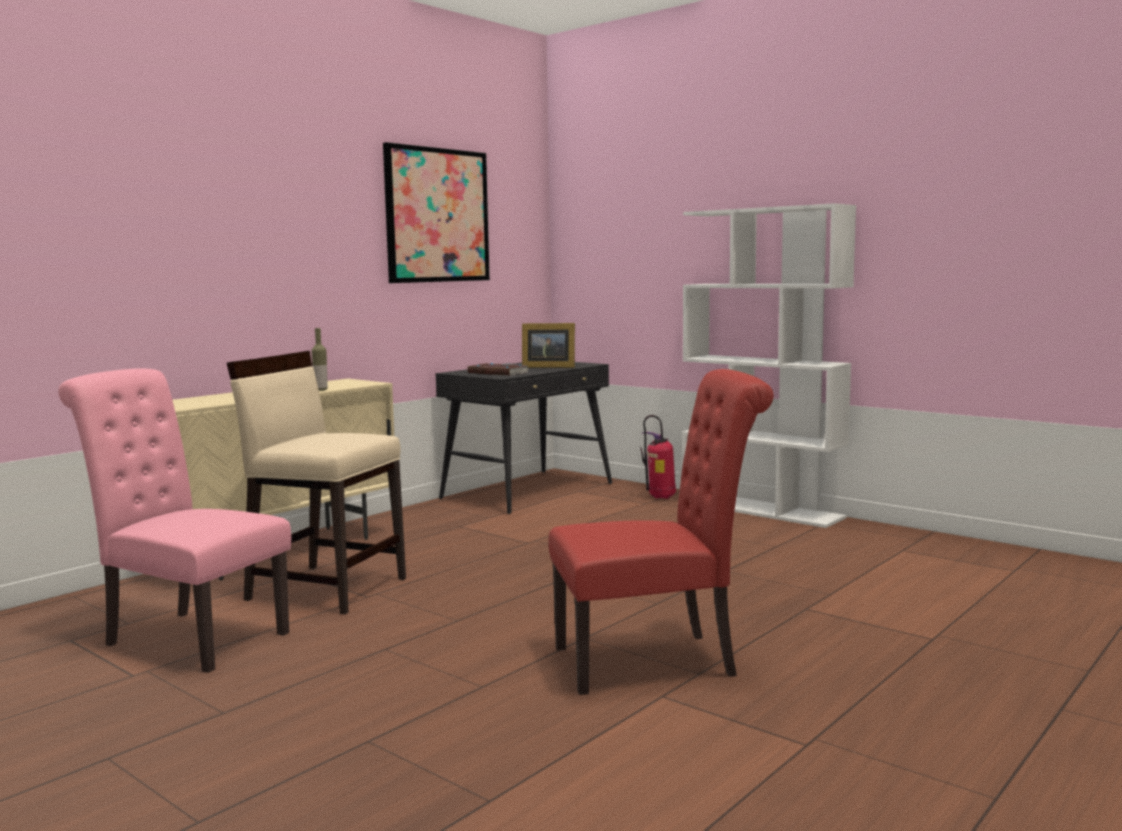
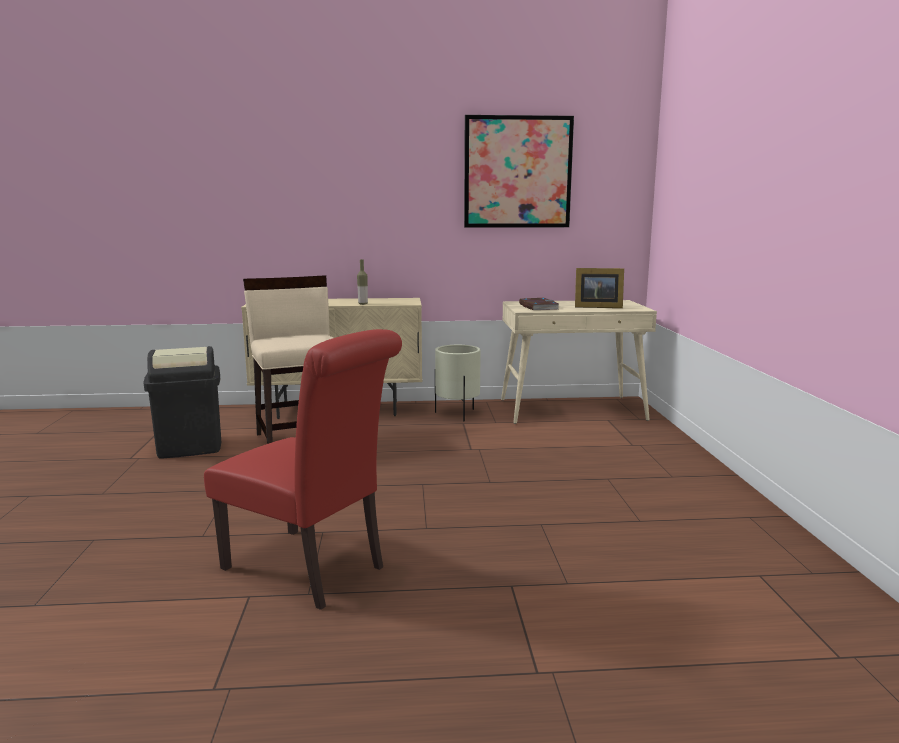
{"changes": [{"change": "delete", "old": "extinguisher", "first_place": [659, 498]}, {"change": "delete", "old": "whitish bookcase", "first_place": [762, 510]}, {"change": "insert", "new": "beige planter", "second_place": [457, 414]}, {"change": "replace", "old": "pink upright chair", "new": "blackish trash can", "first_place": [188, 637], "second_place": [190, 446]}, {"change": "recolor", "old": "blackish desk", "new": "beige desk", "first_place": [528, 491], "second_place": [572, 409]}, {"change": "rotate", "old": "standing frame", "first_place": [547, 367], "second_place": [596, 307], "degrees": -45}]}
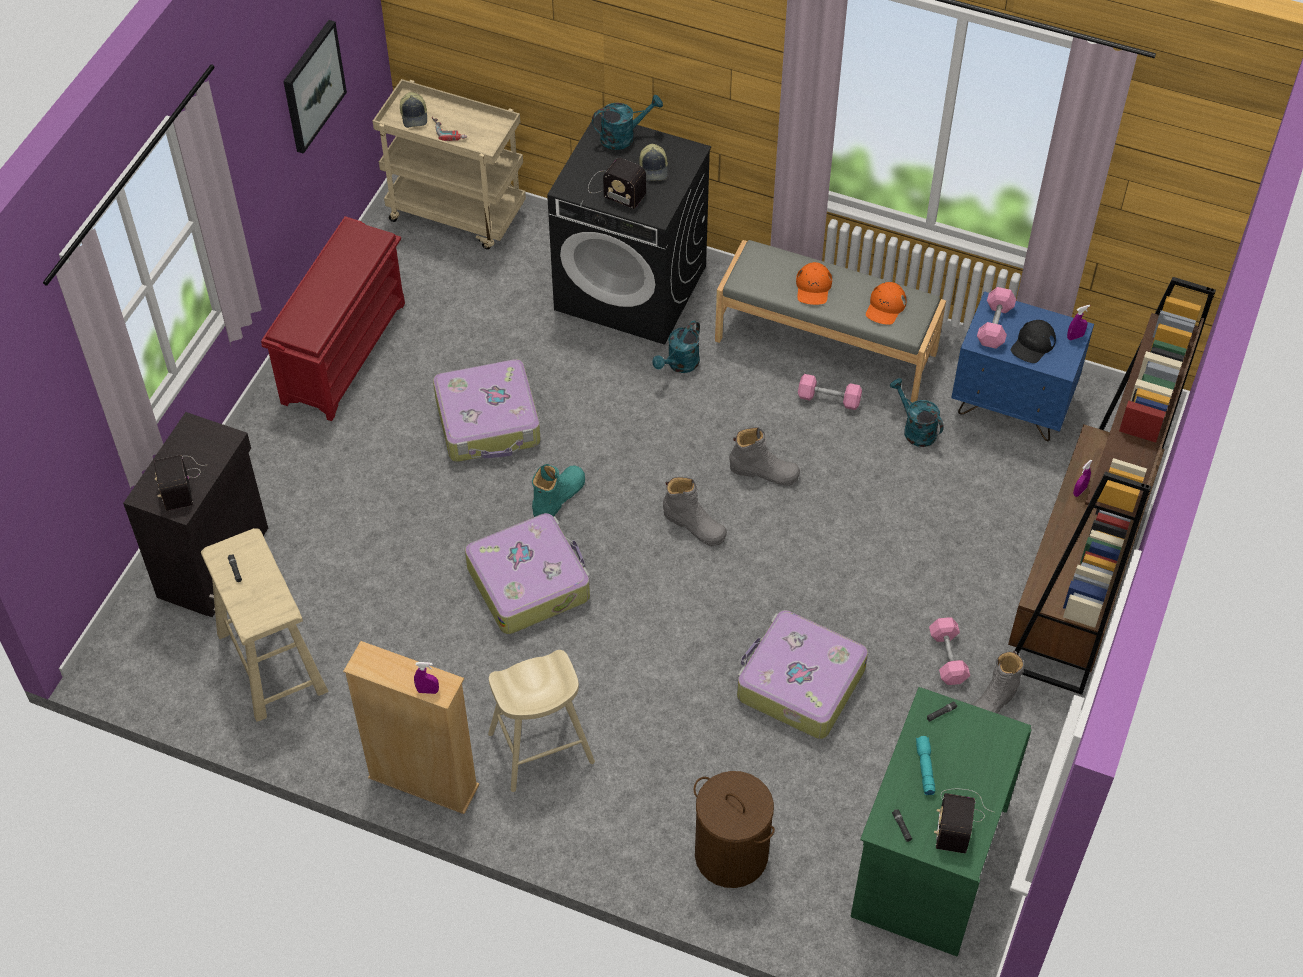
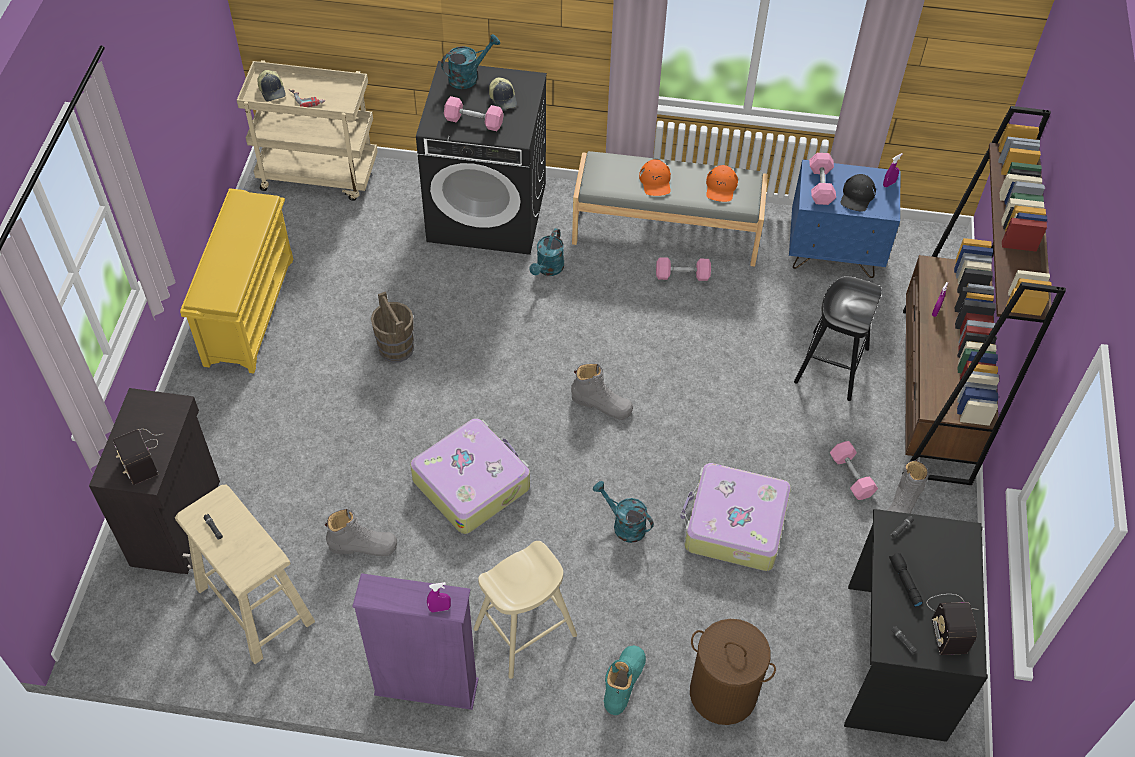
{"changes": [{"change": "delete", "old": "picture", "first_place": [312, 86]}, {"change": "insert", "new": "blackish stool", "second_place": [831, 365]}, {"change": "move", "old": "turquoise boot", "first_place": [558, 497], "second_place": [623, 682]}, {"change": "move", "old": "grey boot", "first_place": [764, 471], "second_place": [363, 545]}, {"change": "move", "old": "turquoise watering pot", "first_place": [915, 429], "second_place": [624, 525]}, {"change": "replace", "old": "travel case", "new": "brown-coloured pail", "first_place": [489, 422], "second_place": [396, 348]}, {"change": "replace", "old": "radio set", "new": "pink hand weight", "first_place": [614, 188], "second_place": [474, 121]}, {"change": "recolor", "old": "red shoe shelf", "new": "yellow shoe shelf", "first_place": [343, 351], "second_place": [249, 310]}, {"change": "recolor", "old": "beige bookcase", "new": "purplish bookcase", "first_place": [423, 782], "second_place": [426, 687]}, {"change": "recolor", "old": "greenish desk", "new": "blackish desk", "first_place": [928, 861], "second_place": [893, 660]}, {"change": "recolor", "old": "turquoise hand torch", "new": "blackish hand torch", "first_place": [924, 768], "second_place": [904, 582]}]}
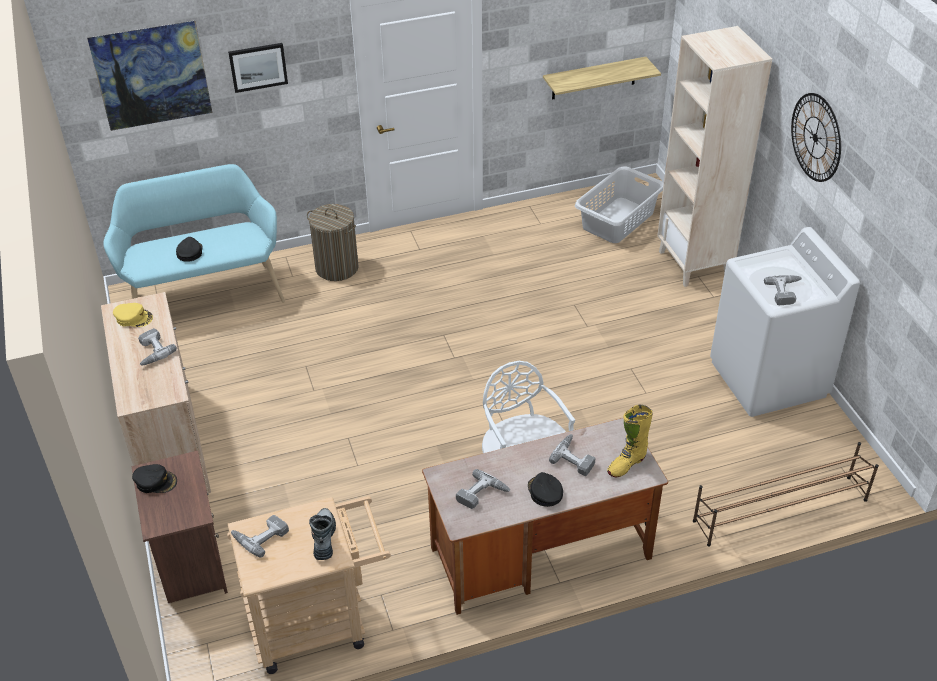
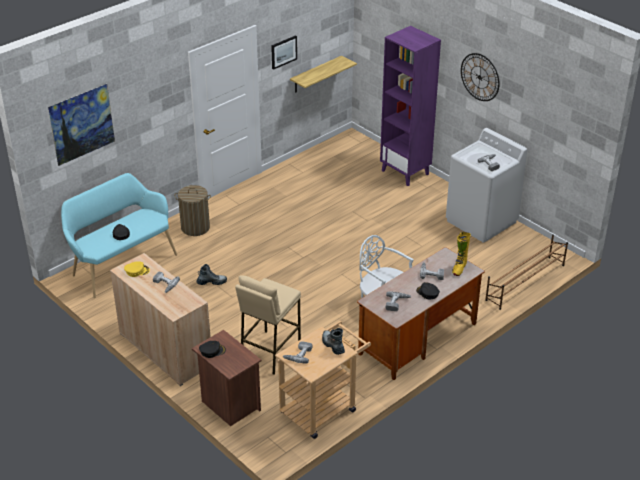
{"changes": [{"change": "delete", "old": "grey hamper", "first_place": [618, 220]}, {"change": "insert", "new": "boot", "second_place": [211, 282]}, {"change": "insert", "new": "beige stool", "second_place": [269, 352]}, {"change": "move", "old": "picture", "first_place": [258, 67], "second_place": [283, 52]}, {"change": "recolor", "old": "beige bookcase", "new": "purplish bookcase", "first_place": [694, 264], "second_place": [405, 172]}]}
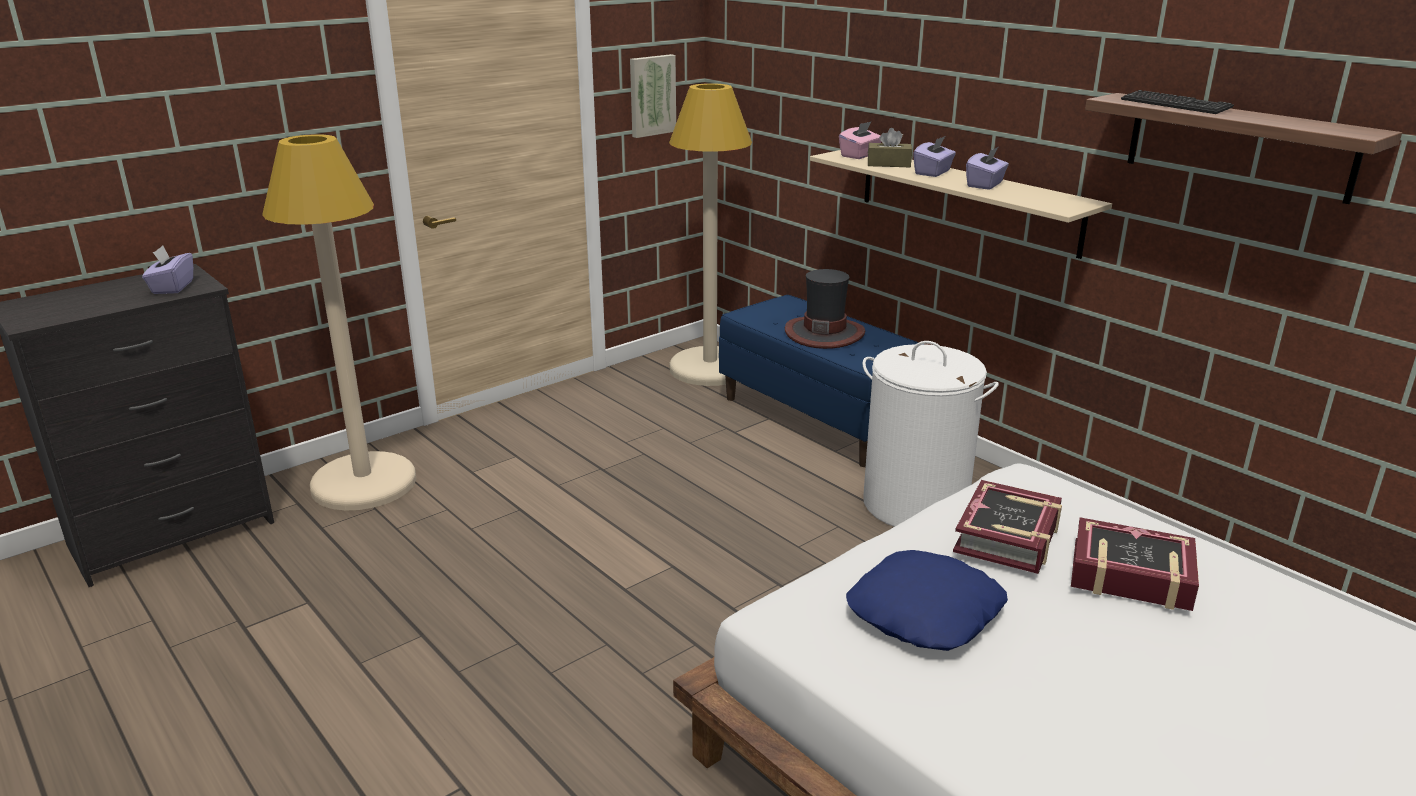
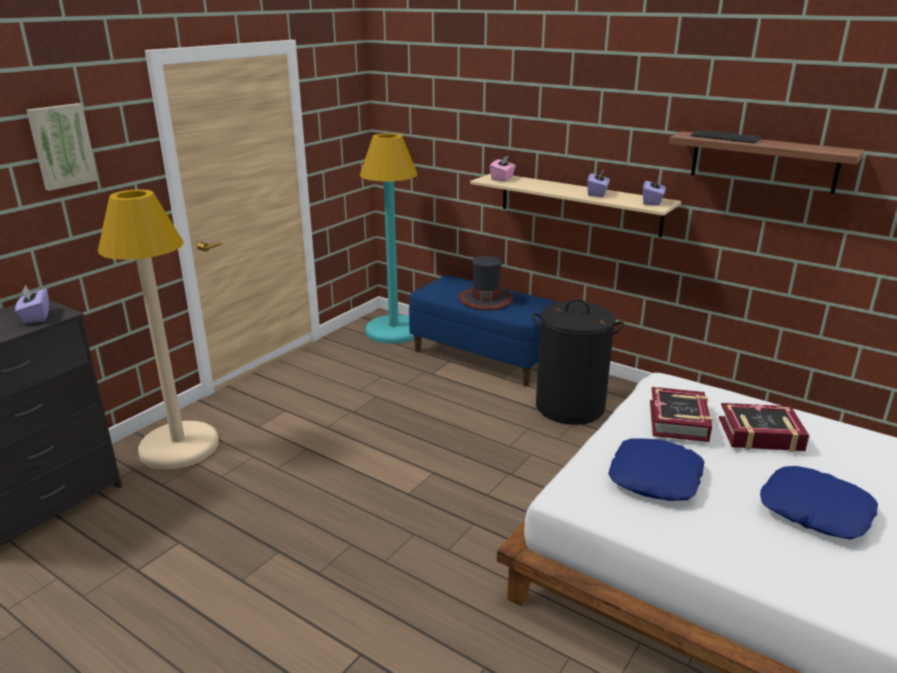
{"changes": [{"change": "delete", "old": "brown-coloured tissue holder", "first_place": [888, 164]}, {"change": "insert", "new": "blue-coloured cushion", "second_place": [814, 511]}, {"change": "move", "old": "picture", "first_place": [651, 95], "second_place": [61, 146]}, {"change": "move", "old": "purplish tissue holder", "first_place": [933, 172], "second_place": [652, 202]}, {"change": "recolor", "old": "beige floor lamp", "new": "turquoise floor lamp", "first_place": [710, 368], "second_place": [394, 331]}, {"change": "recolor", "old": "whitish hamper", "new": "blackish hamper", "first_place": [915, 504], "second_place": [570, 406]}]}
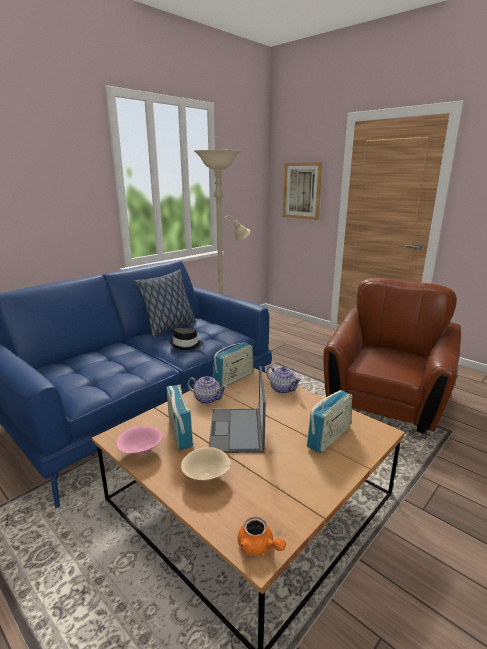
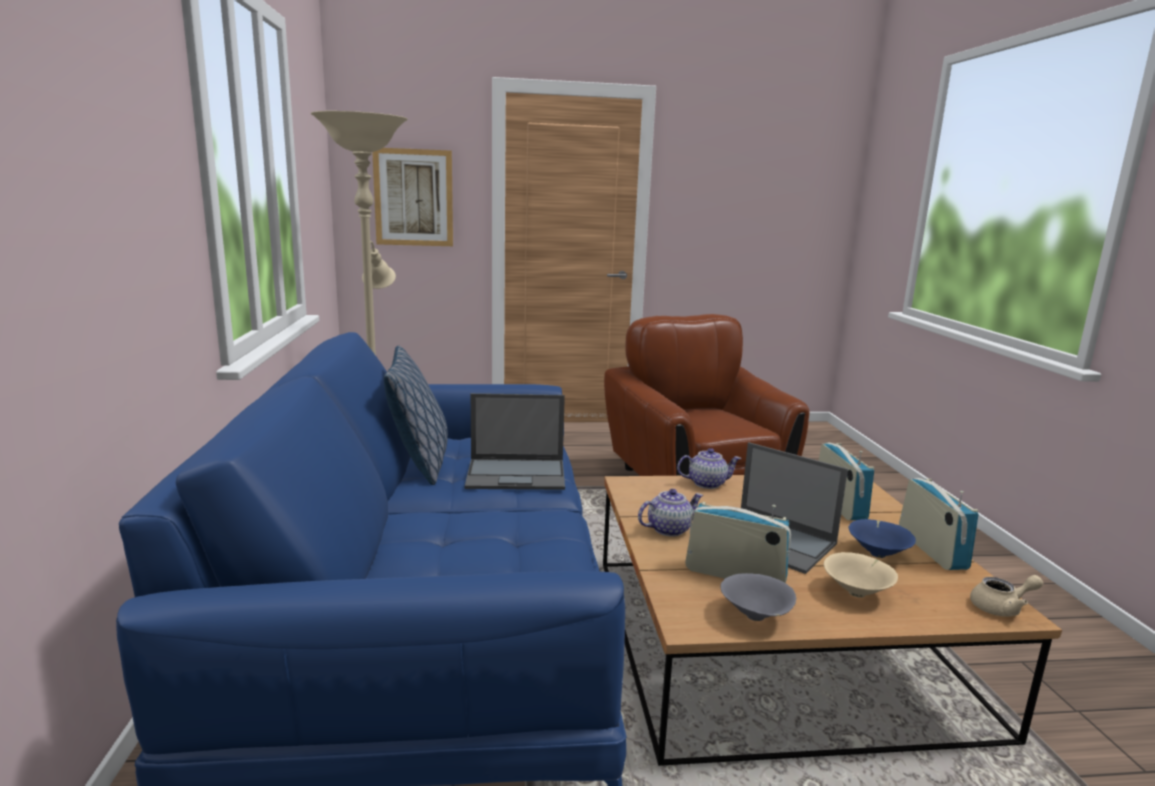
{"changes": [{"change": "insert", "new": "blue-coloured bowl", "second_place": [878, 553]}, {"change": "move", "old": "radio set", "first_place": [234, 378], "second_place": [931, 549]}, {"change": "replace", "old": "blackish clothing hat", "new": "laptop", "first_place": [186, 345], "second_place": [517, 474]}, {"change": "recolor", "old": "pink bowl", "new": "grey bowl", "first_place": [140, 452], "second_place": [756, 617]}, {"change": "recolor", "old": "orange-coloured pot for tea", "new": "beige pot for tea", "first_place": [259, 546], "second_place": [1001, 608]}]}
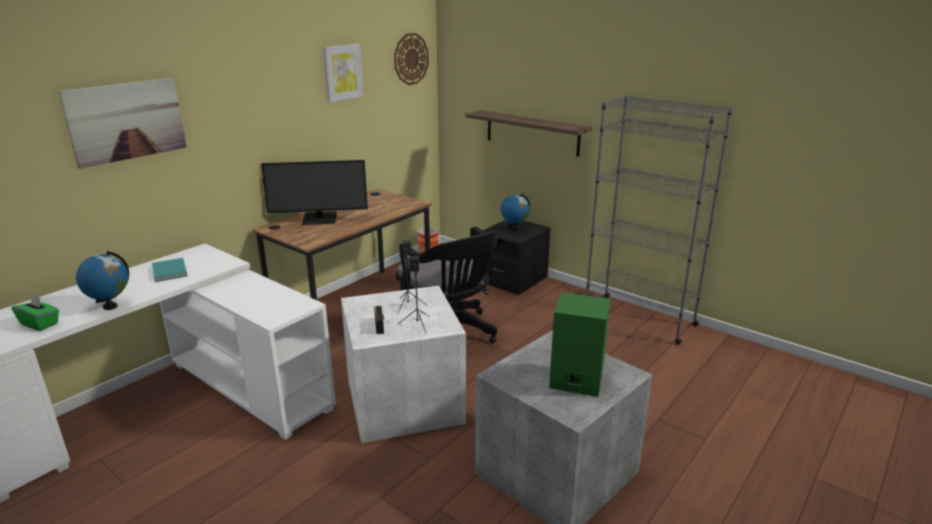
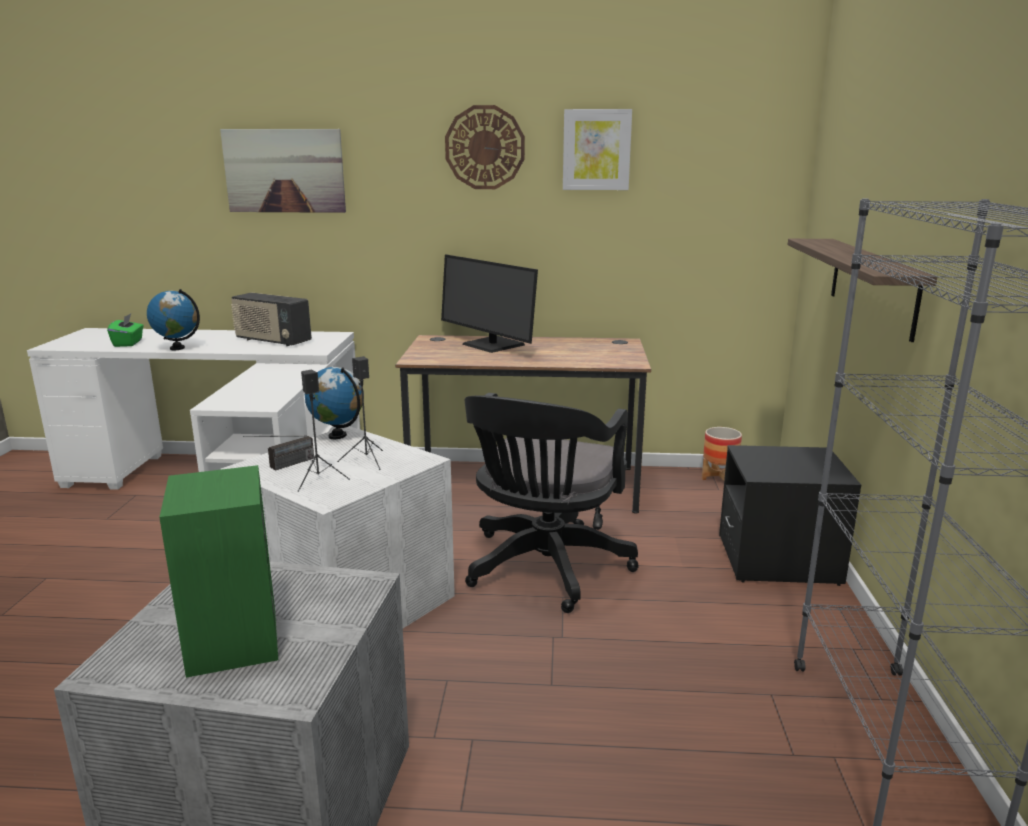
{"changes": [{"change": "move", "old": "wall clock", "first_place": [411, 59], "second_place": [485, 147]}, {"change": "move", "old": "world globe", "first_place": [514, 229], "second_place": [338, 436]}, {"change": "replace", "old": "turquoise volume", "new": "radio set", "first_place": [170, 271], "second_place": [272, 341]}]}
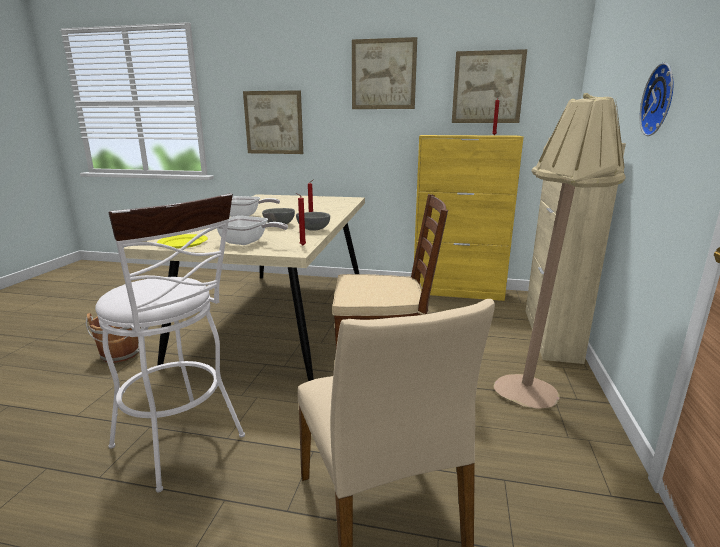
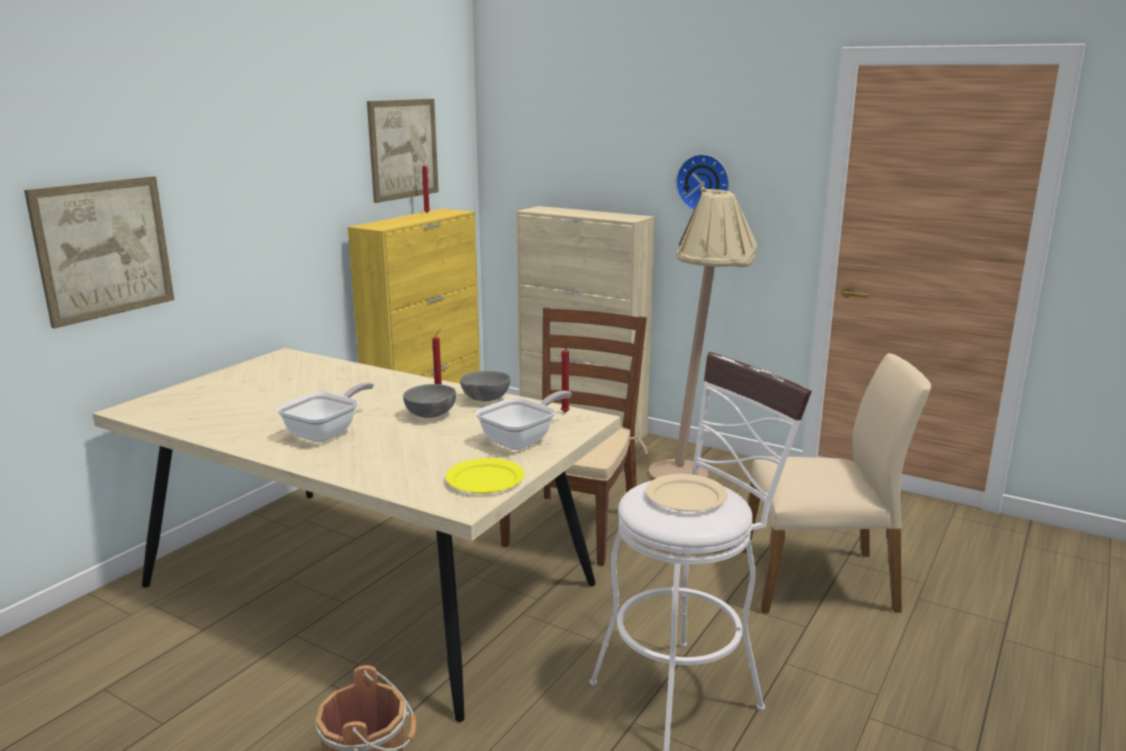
{"changes": [{"change": "delete", "old": "picture", "first_place": [383, 74]}, {"change": "insert", "new": "beige flat dish", "second_place": [685, 496]}]}
